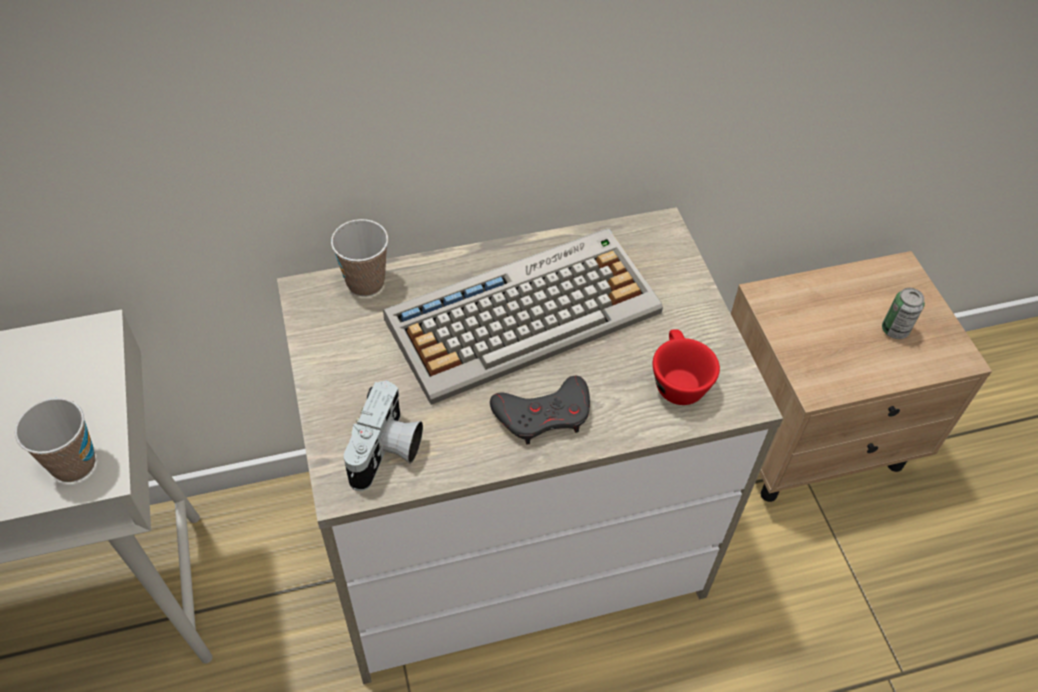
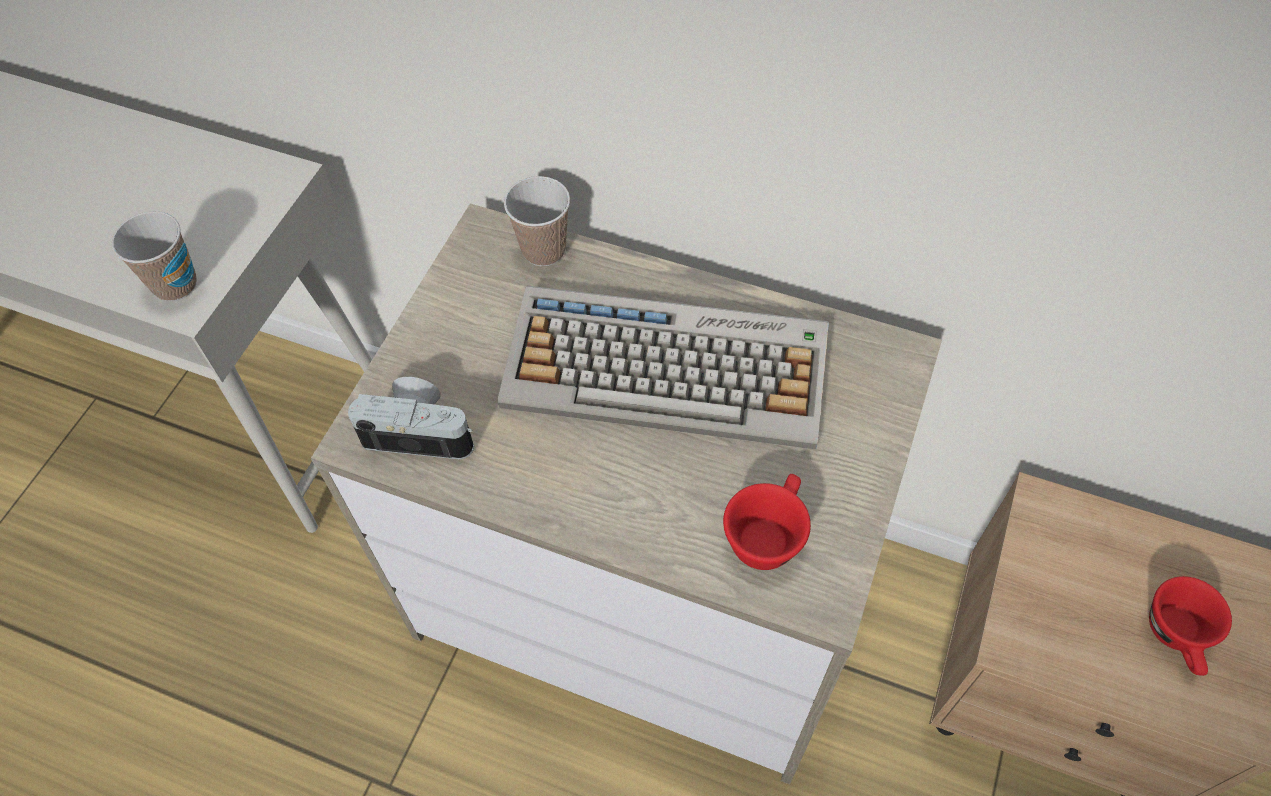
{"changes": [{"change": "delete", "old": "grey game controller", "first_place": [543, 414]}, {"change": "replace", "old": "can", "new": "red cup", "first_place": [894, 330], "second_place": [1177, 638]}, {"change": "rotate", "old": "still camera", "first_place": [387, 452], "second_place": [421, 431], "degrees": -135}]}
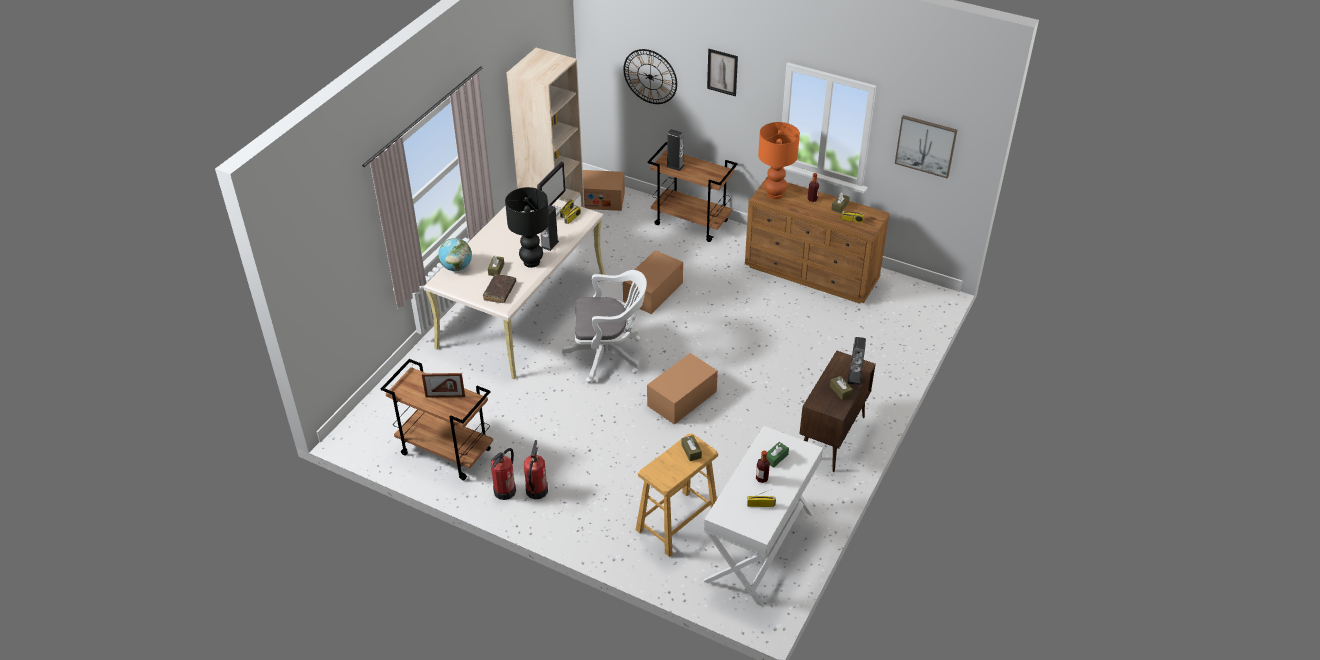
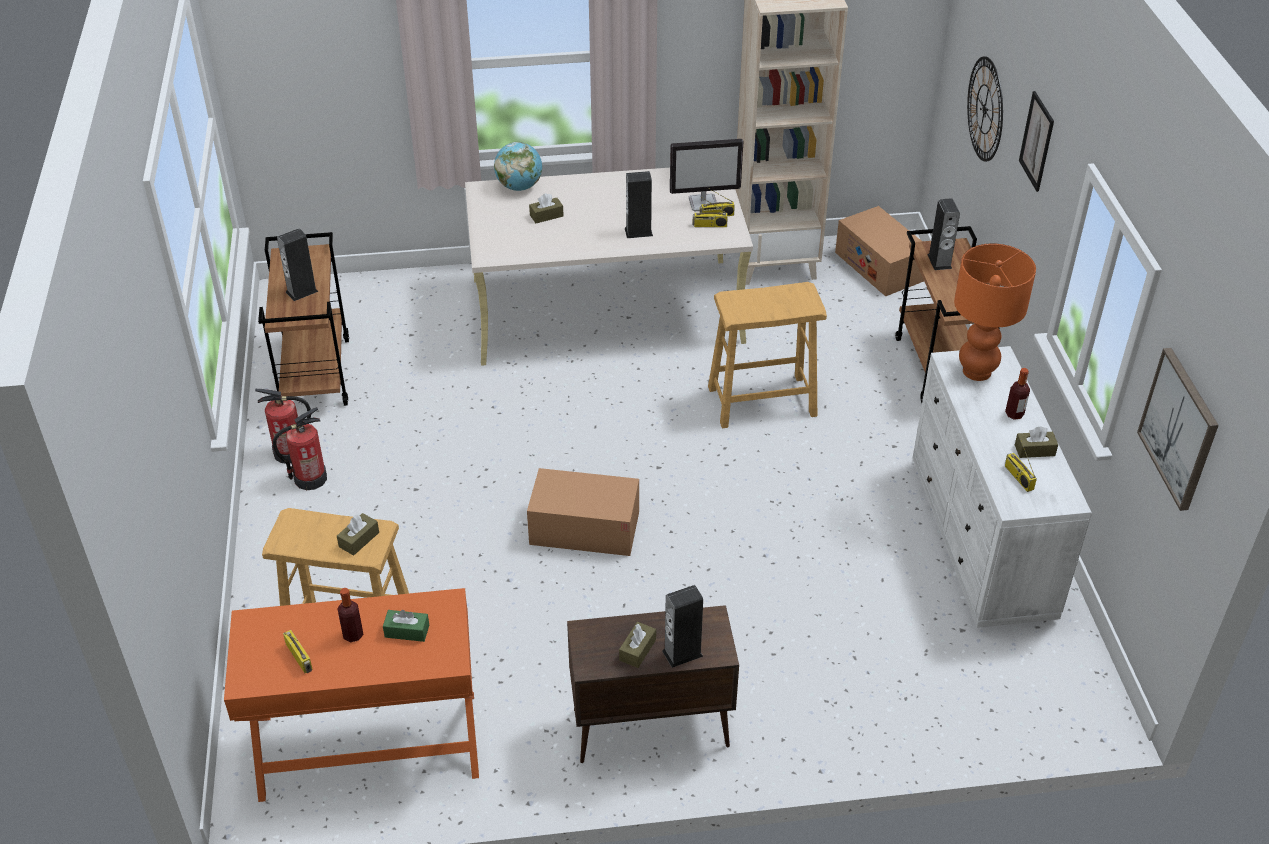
{"changes": [{"change": "delete", "old": "brown-coloured volume", "first_place": [500, 292]}, {"change": "delete", "old": "blackish table lamp", "first_place": [531, 262]}, {"change": "delete", "old": "whitish desk chair", "first_place": [609, 355]}, {"change": "replace", "old": "standing frame", "new": "loudspeaker", "first_place": [445, 396], "second_place": [302, 291]}, {"change": "replace", "old": "packing box", "new": "beige stool", "first_place": [653, 292], "second_place": [761, 401]}, {"change": "recolor", "old": "whitish desk", "new": "orange-coloured desk", "first_place": [760, 547], "second_place": [369, 746]}, {"change": "recolor", "old": "brown-coloured dresser", "new": "whitish dresser", "first_place": [812, 273], "second_place": [981, 540]}]}
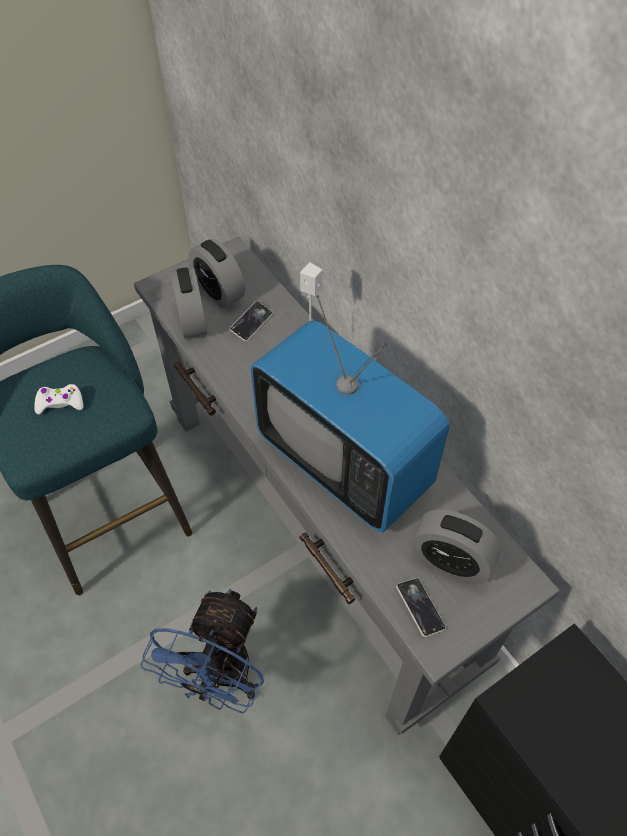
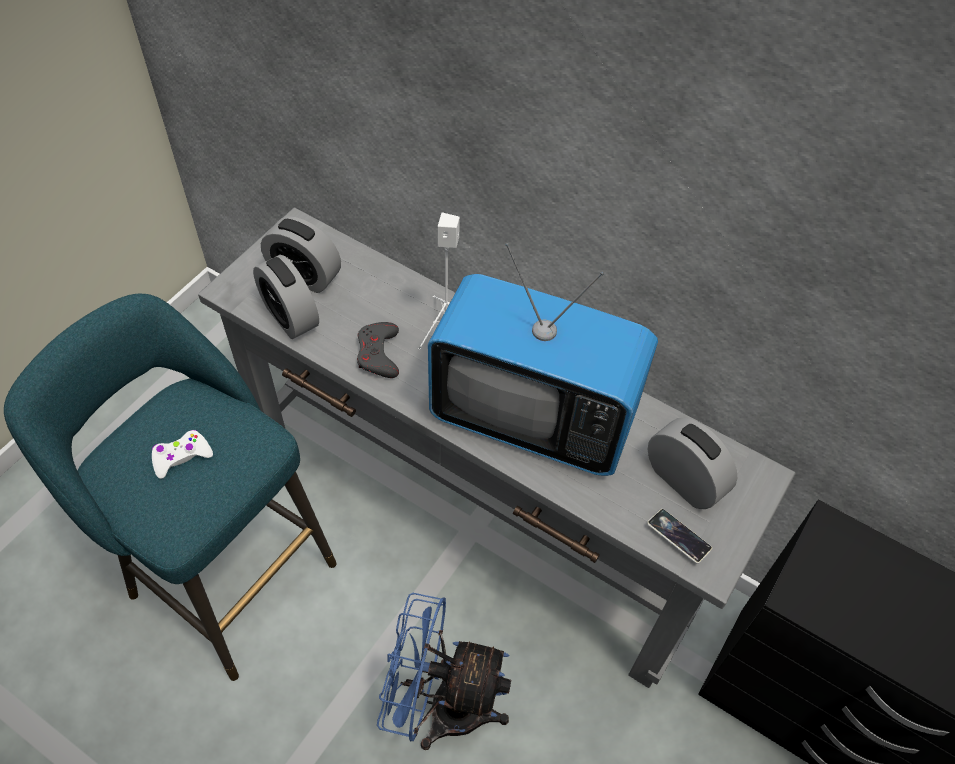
{"changes": [{"change": "delete", "old": "phone", "first_place": [251, 323]}, {"change": "insert", "new": "grey game controller", "second_place": [378, 354]}, {"change": "rotate", "old": "blue-coloured cooling fan", "first_place": [221, 678], "second_place": [441, 706], "degrees": 105}, {"change": "rotate", "old": "bedside clock", "first_place": [450, 560], "second_place": [684, 480], "degrees": -135}]}
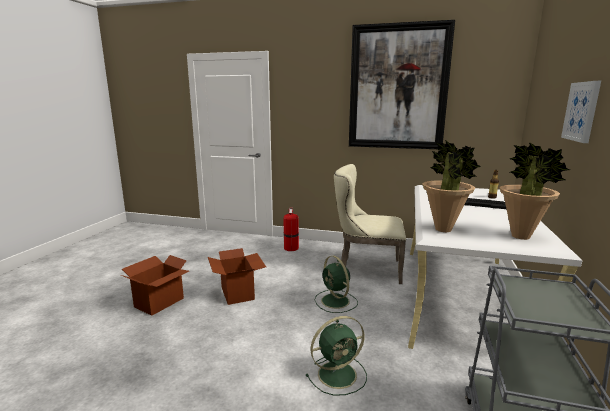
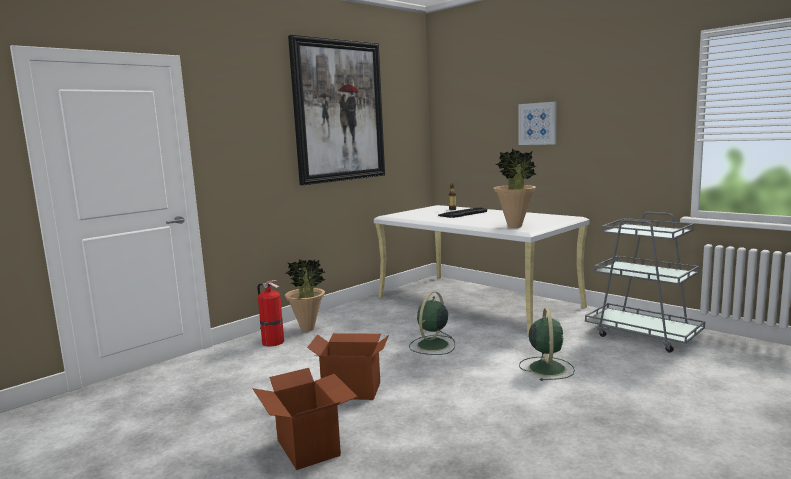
{"changes": [{"change": "delete", "old": "beige upright chair", "first_place": [366, 268]}, {"change": "move", "old": "houseplant", "first_place": [521, 236], "second_place": [308, 329]}, {"change": "rotate", "old": "greenish cooling fan", "first_place": [336, 301], "second_place": [432, 345], "degrees": 120}]}
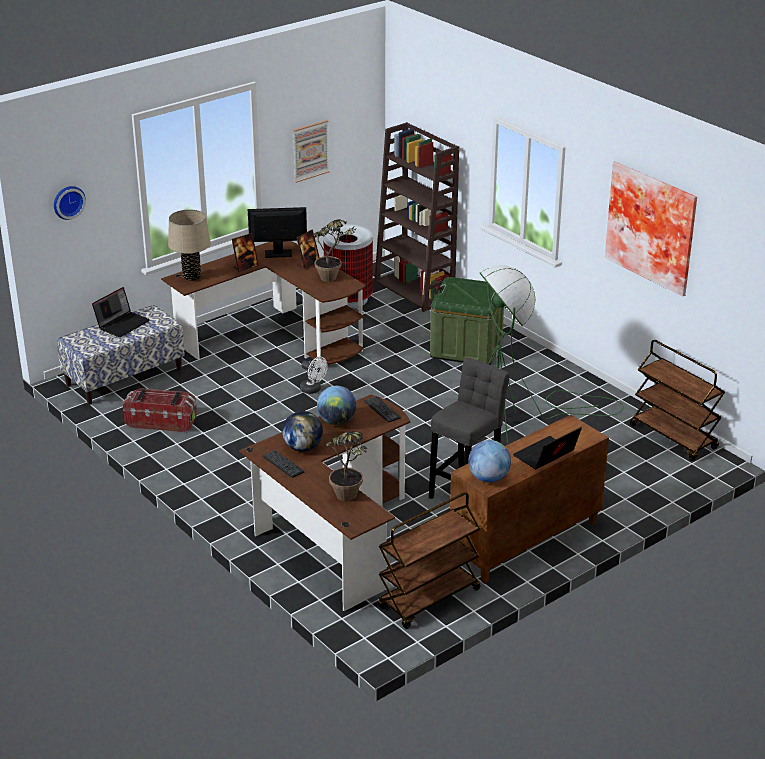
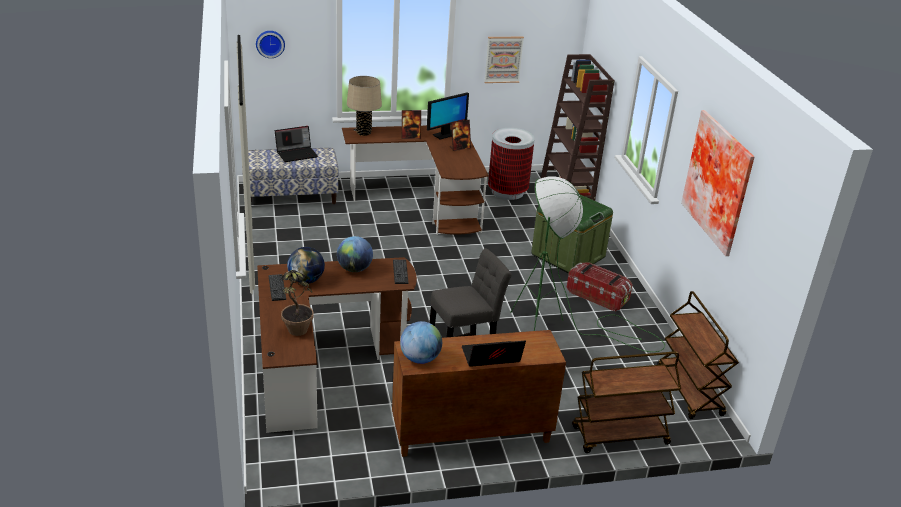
{"changes": [{"change": "delete", "old": "whitish cooling fan", "first_place": [313, 390]}, {"change": "delete", "old": "houseplant", "first_place": [333, 279]}, {"change": "move", "old": "storage container", "first_place": [161, 422], "second_place": [597, 296]}, {"change": "move", "old": "brown-coloured wheeled cart", "first_place": [429, 599], "second_place": [619, 436]}, {"change": "rotate", "old": "computer display", "first_place": [278, 254], "second_place": [445, 135], "degrees": 120}]}
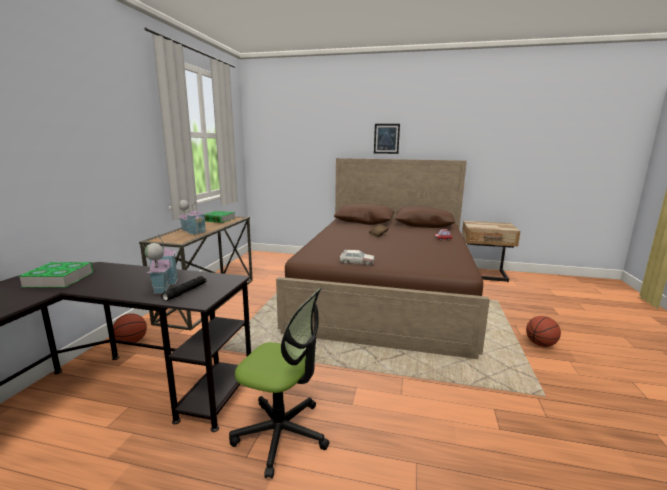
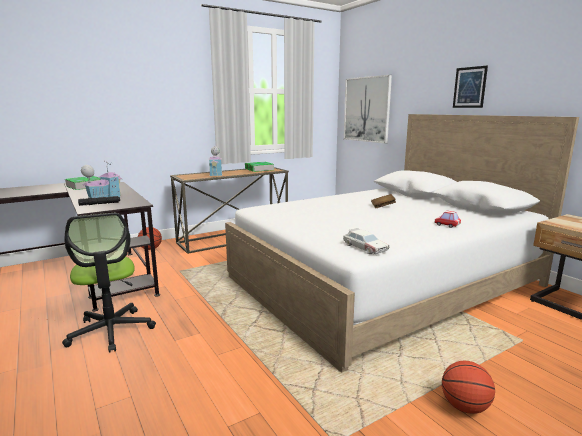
{"changes": [{"change": "insert", "new": "picture", "second_place": [366, 109]}, {"change": "move", "old": "toy car", "first_place": [356, 262], "second_place": [364, 247]}, {"change": "recolor", "old": "brown-coloured sleeping bed", "new": "whitish sleeping bed", "first_place": [386, 293], "second_place": [384, 281]}]}
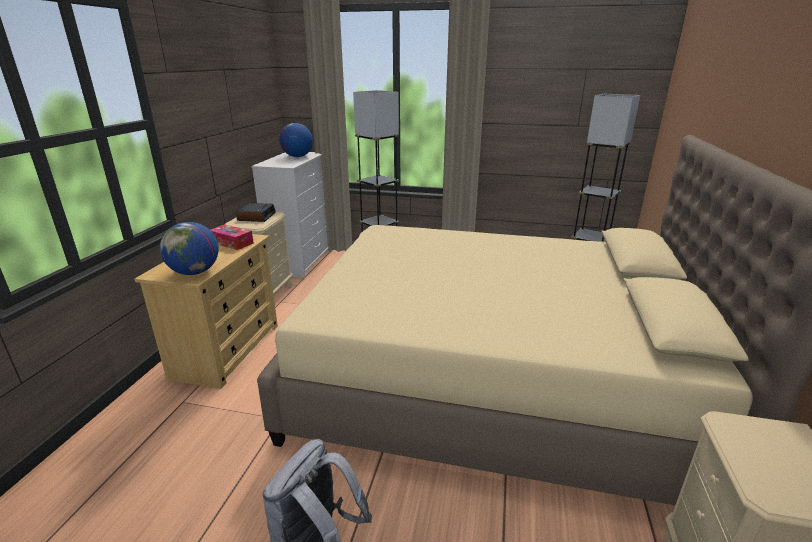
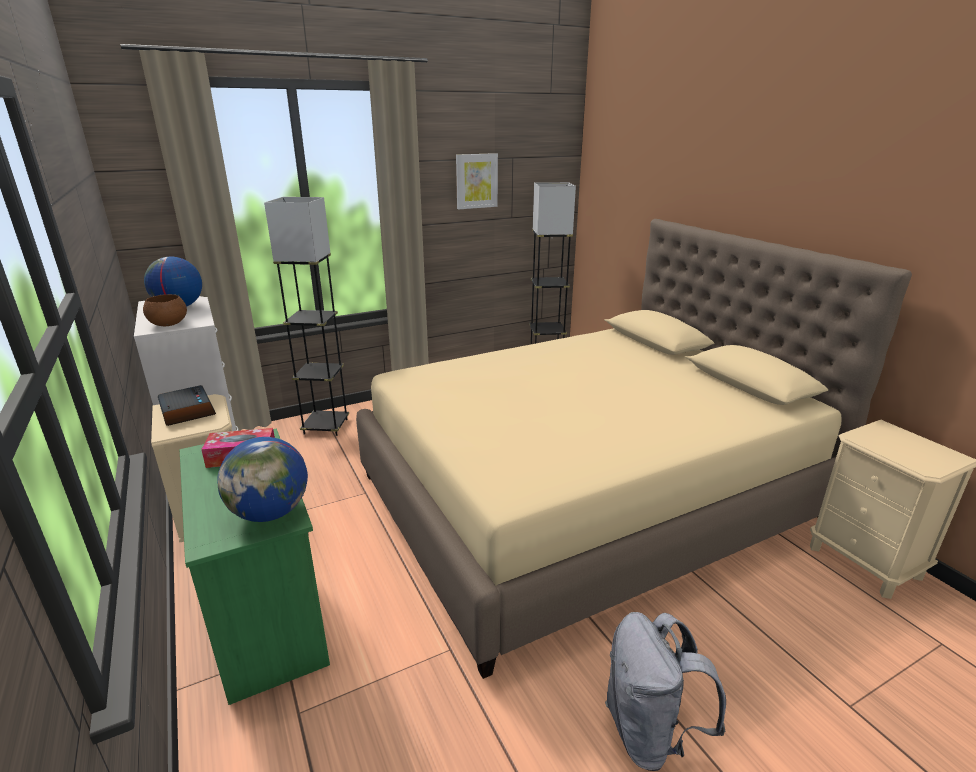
{"changes": [{"change": "insert", "new": "brown-coloured bowl", "second_place": [168, 324]}, {"change": "insert", "new": "picture", "second_place": [476, 181]}, {"change": "recolor", "old": "beige dresser", "new": "greenish dresser", "first_place": [227, 350], "second_place": [267, 617]}]}
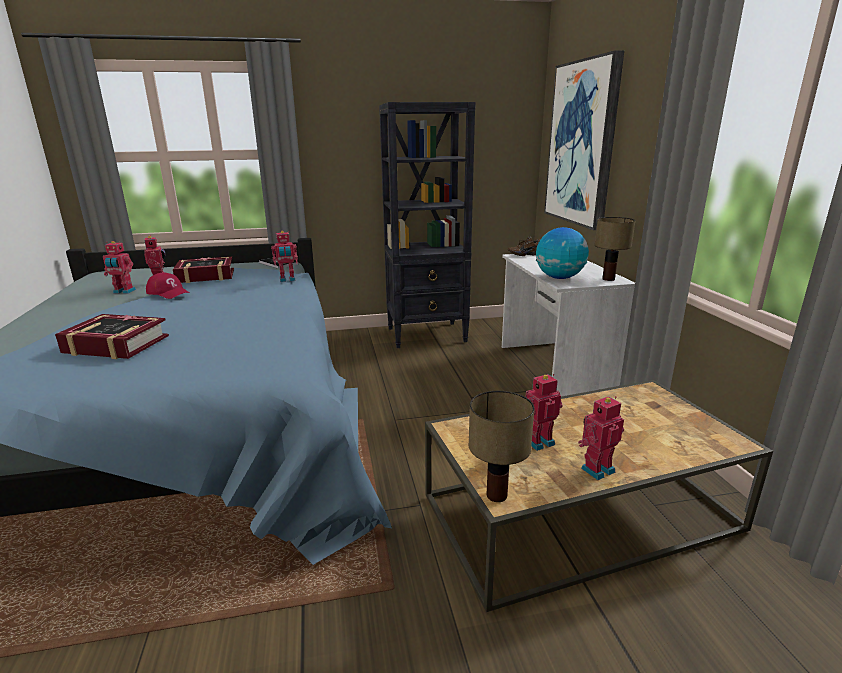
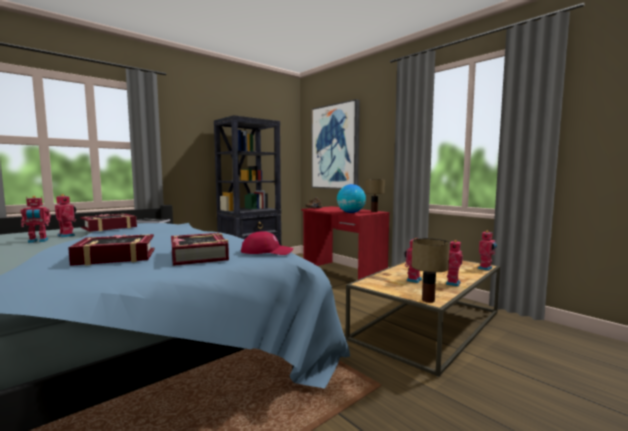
{"changes": [{"change": "insert", "new": "volume", "second_place": [199, 255]}, {"change": "move", "old": "red peaked cap", "first_place": [168, 292], "second_place": [267, 251]}, {"change": "move", "old": "robot figure", "first_place": [287, 280], "second_place": [486, 268]}, {"change": "recolor", "old": "whitish desk", "new": "red desk", "first_place": [553, 368], "second_place": [343, 273]}]}
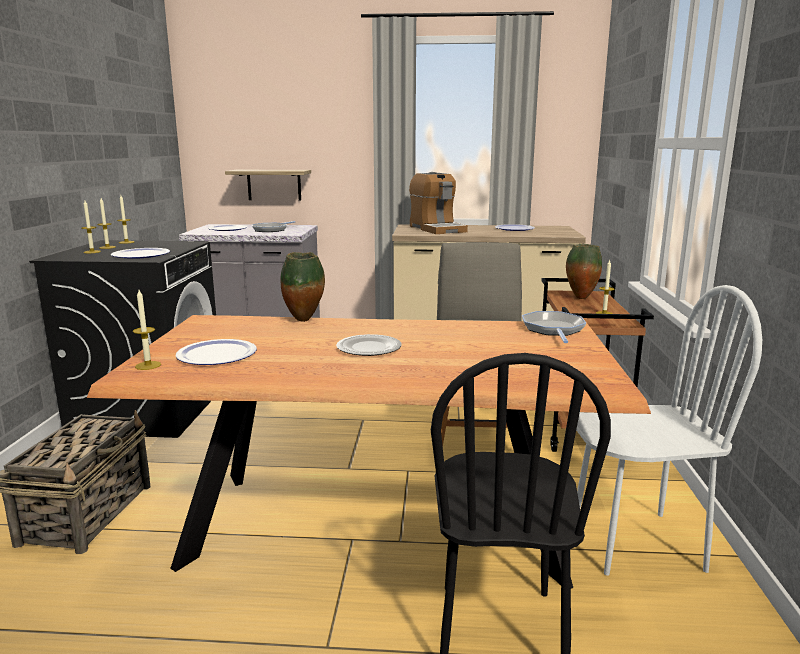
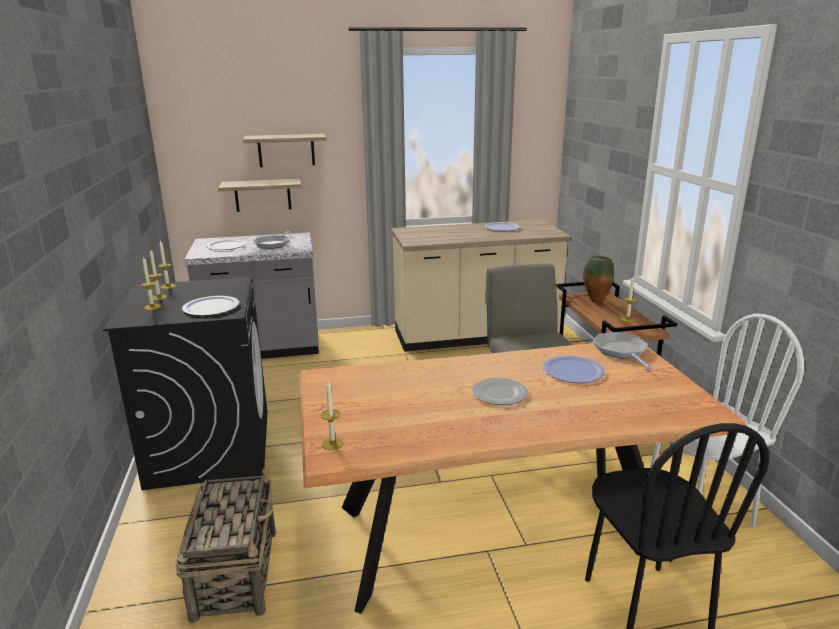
{"changes": [{"change": "delete", "old": "decorative vase", "first_place": [305, 320]}, {"change": "delete", "old": "coffee machine", "first_place": [436, 229]}, {"change": "insert", "new": "wall shelf", "second_place": [286, 150]}, {"change": "move", "old": "flat dish", "first_place": [217, 354], "second_place": [573, 371]}]}
